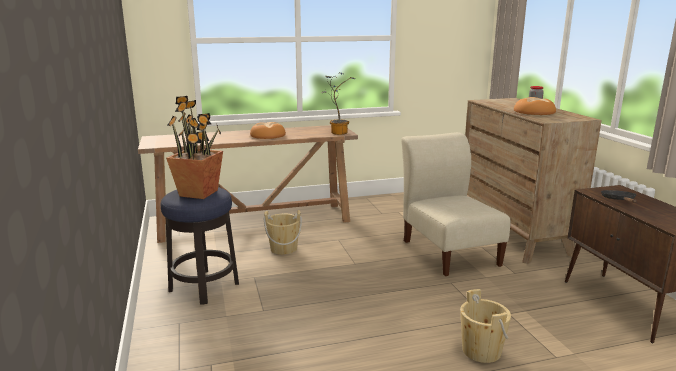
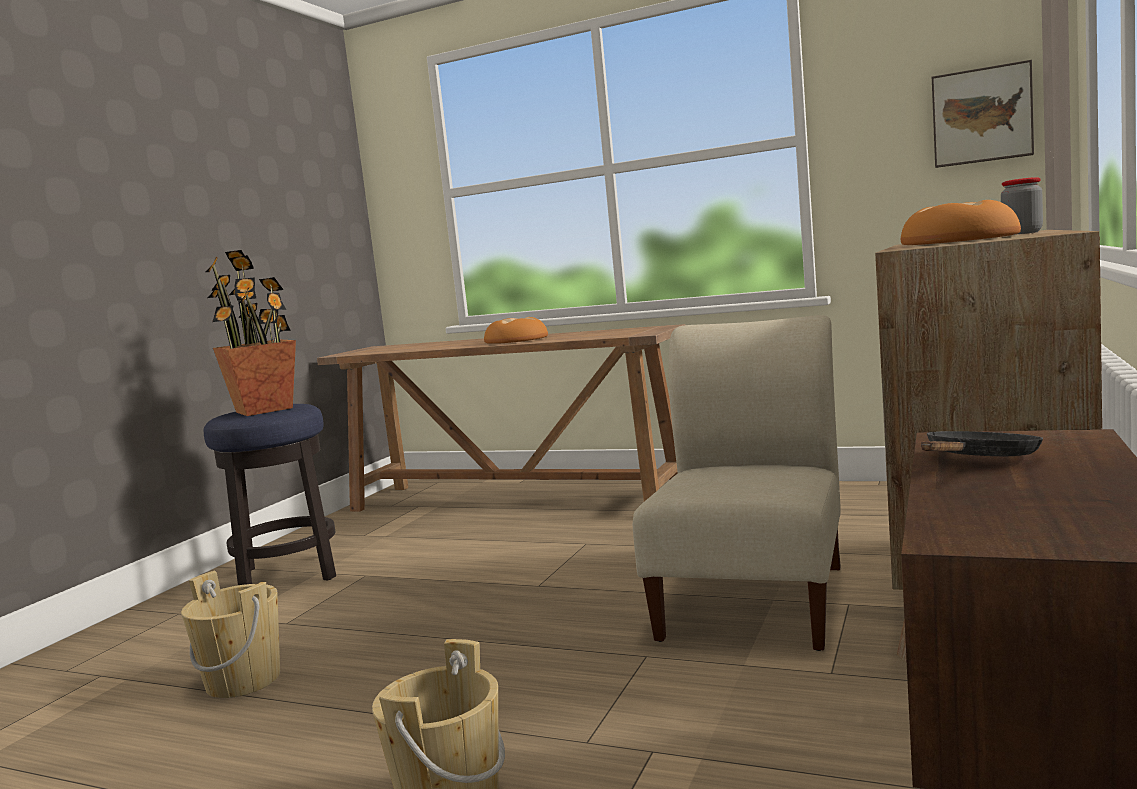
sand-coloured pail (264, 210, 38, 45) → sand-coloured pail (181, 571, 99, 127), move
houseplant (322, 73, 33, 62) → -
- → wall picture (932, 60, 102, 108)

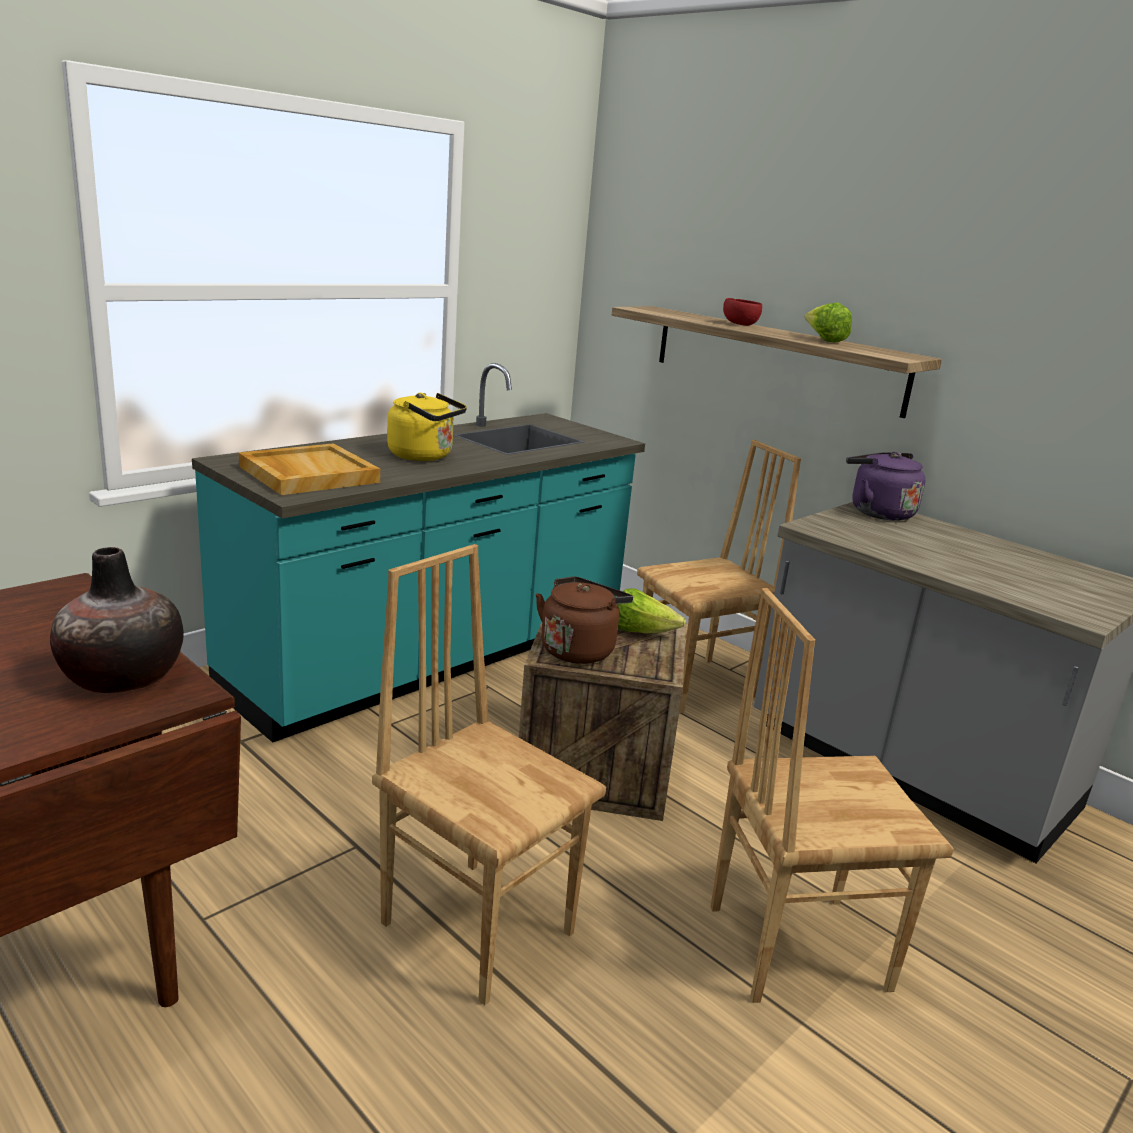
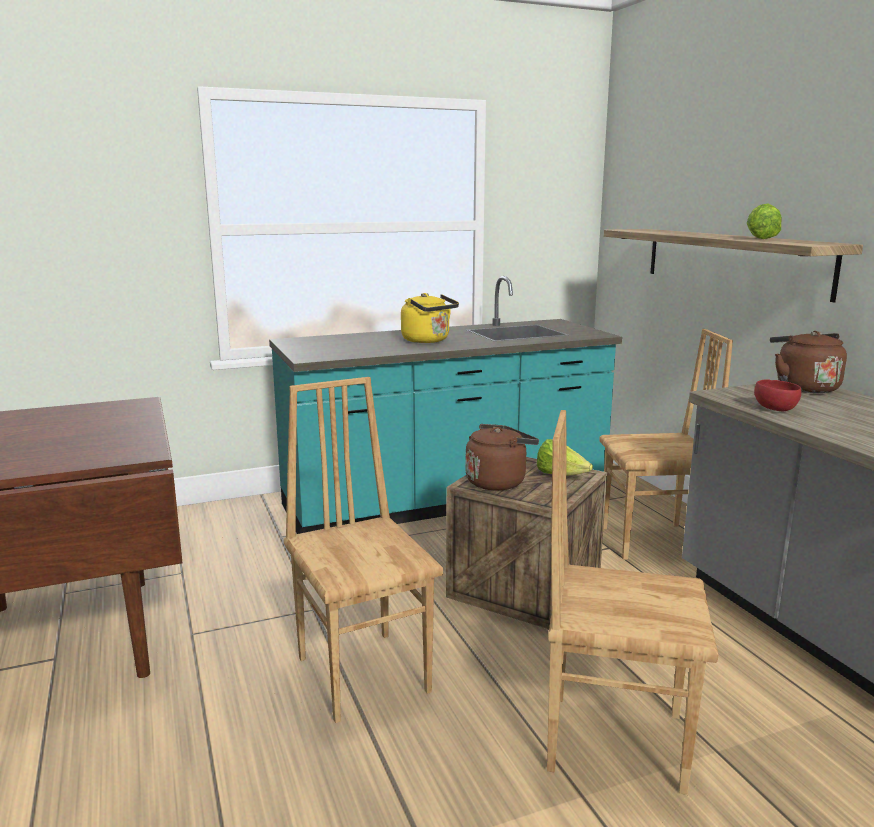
decorative vase (50, 547, 134, 146) → -
sand-coloured serving tray (238, 443, 142, 52) → -
red deep dish (723, 298, 39, 28) → red deep dish (754, 379, 47, 33), move
purple-coloured kettle (846, 452, 79, 69) → brownish kettle (770, 331, 77, 62)

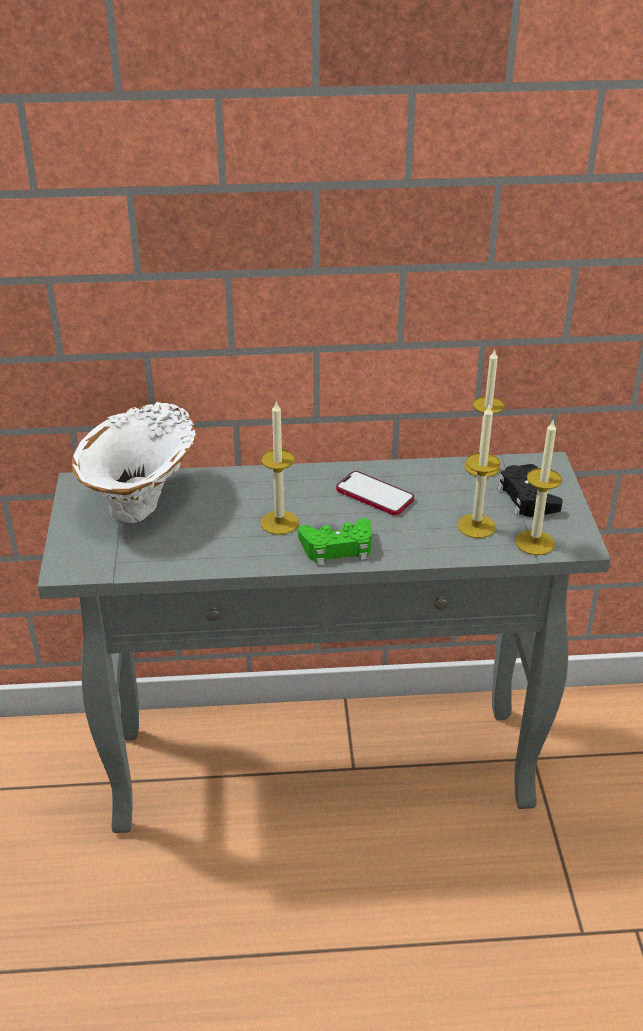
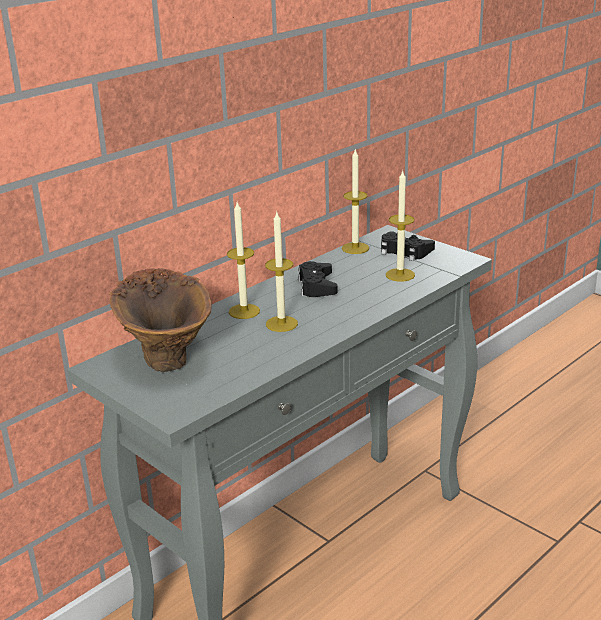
white decorative vase (72, 402, 125, 121) → brownish decorative vase (110, 268, 102, 104)
green-coloured game controller (298, 518, 74, 48) → -
handset (336, 471, 78, 44) → blackish game controller (298, 261, 40, 36)
wax candle (515, 421, 47, 134) → wax candle (227, 202, 33, 117), move

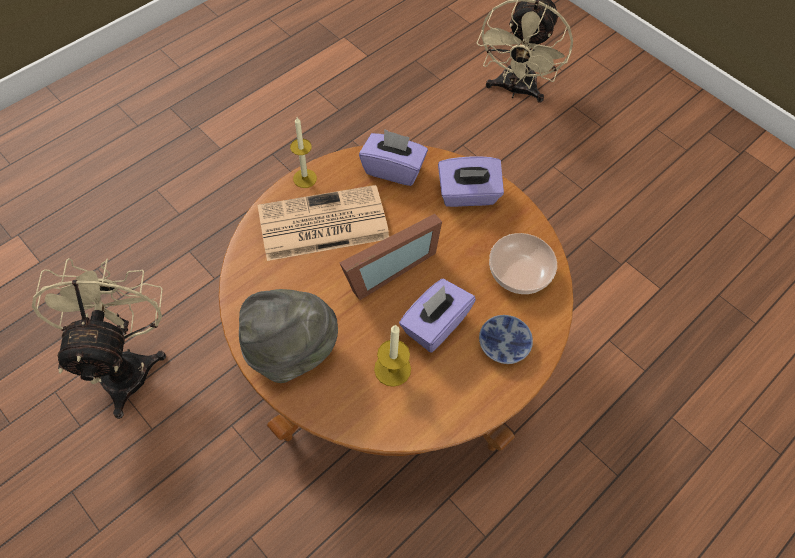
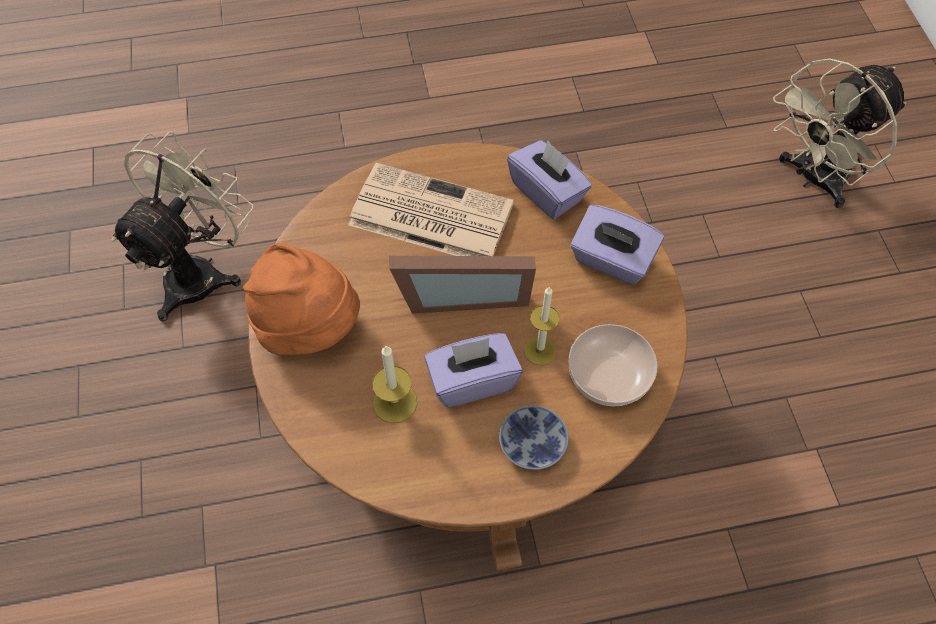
gray hat (239, 289, 99, 94) → orange-coloured hat (243, 243, 117, 112)
wax candle (290, 117, 27, 71) → wax candle (524, 286, 36, 79), move

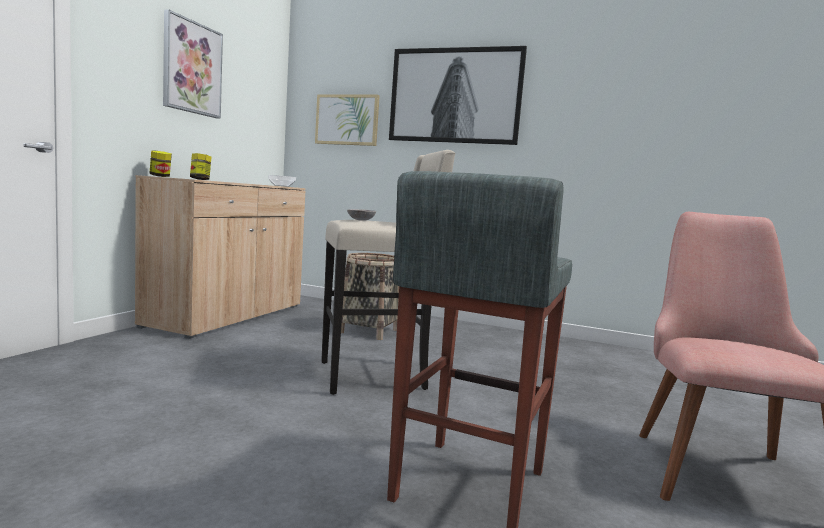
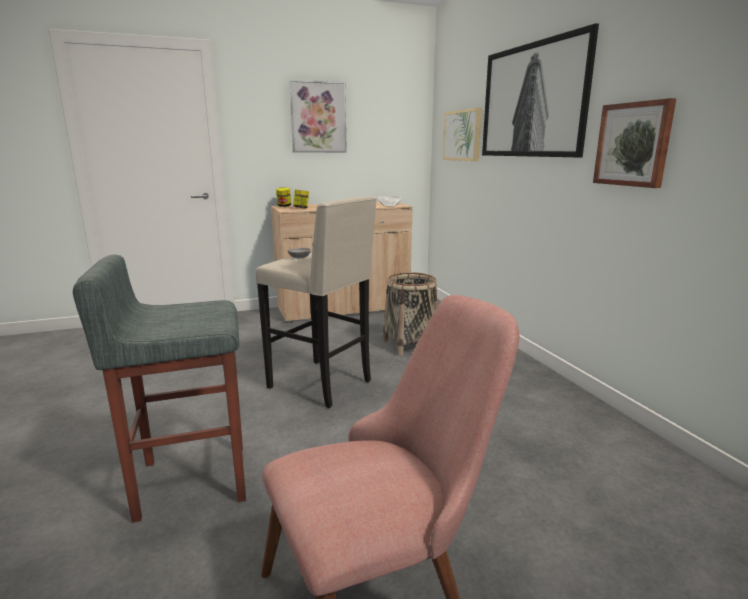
- → wall picture (593, 98, 83, 90)

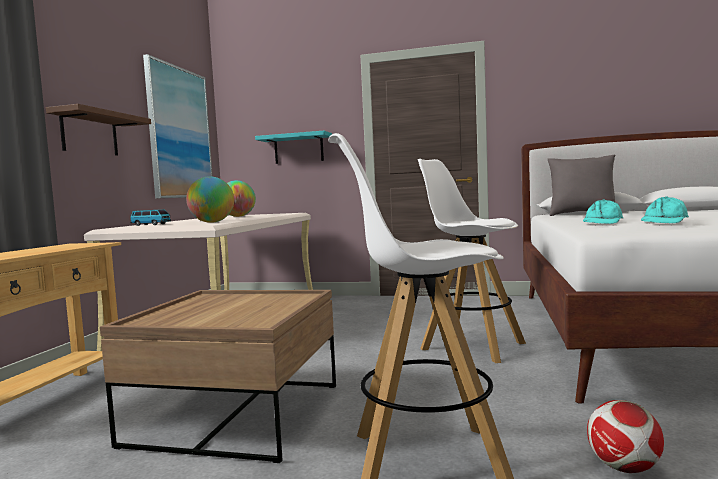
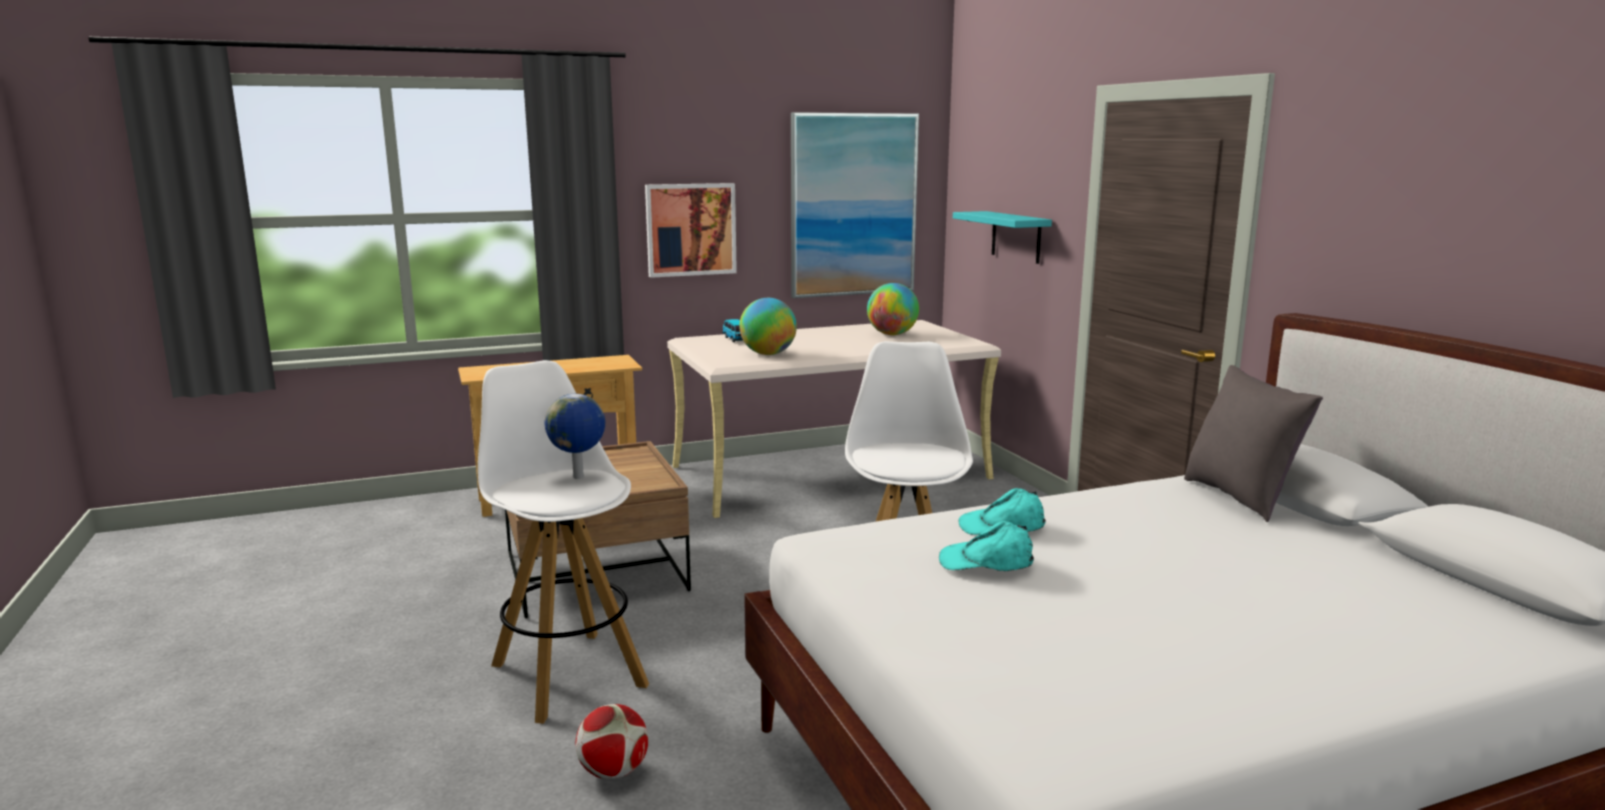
brownish shelf (46, 104, 105, 51) → wall picture (645, 183, 92, 95)
- → world globe (545, 394, 60, 85)

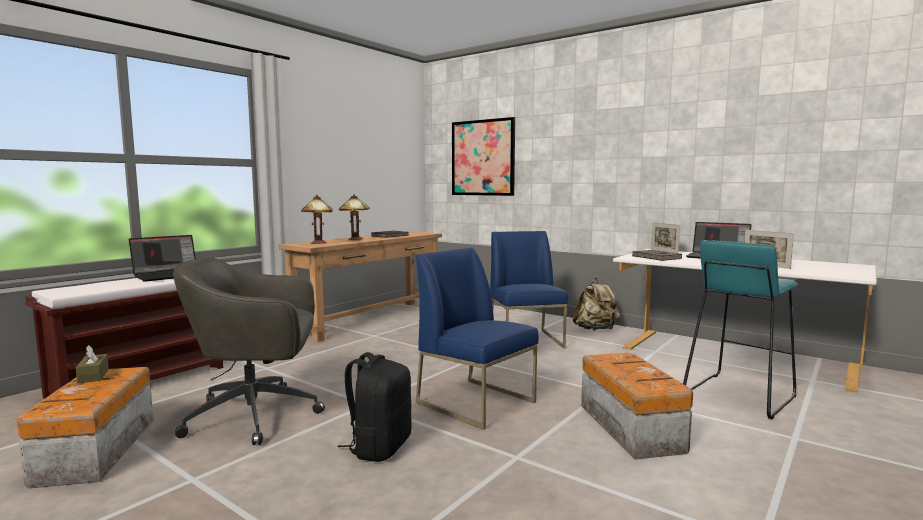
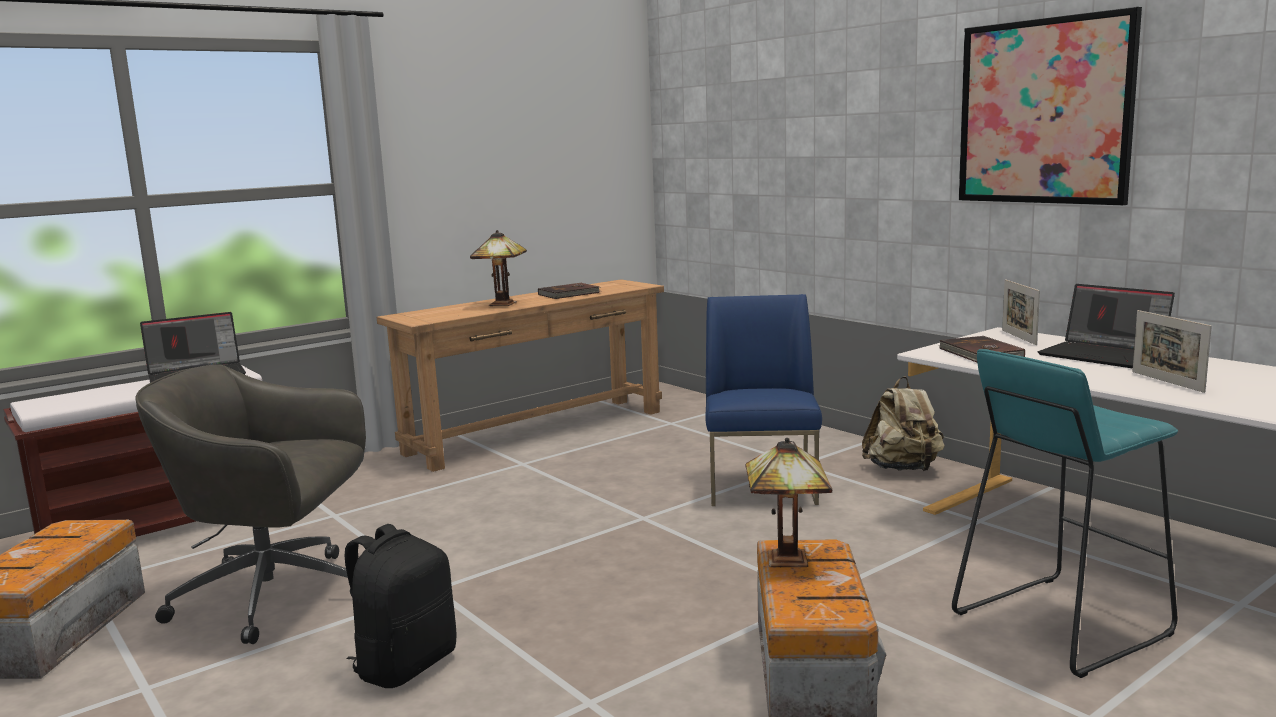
brownish box of tissues (76, 345, 33, 38) → -
lamp for a table (301, 195, 32, 49) → lamp for a table (746, 438, 86, 130), move
bluish upright chair (416, 248, 123, 182) → -
wall picture (452, 117, 63, 79) → wall picture (959, 7, 183, 198), move

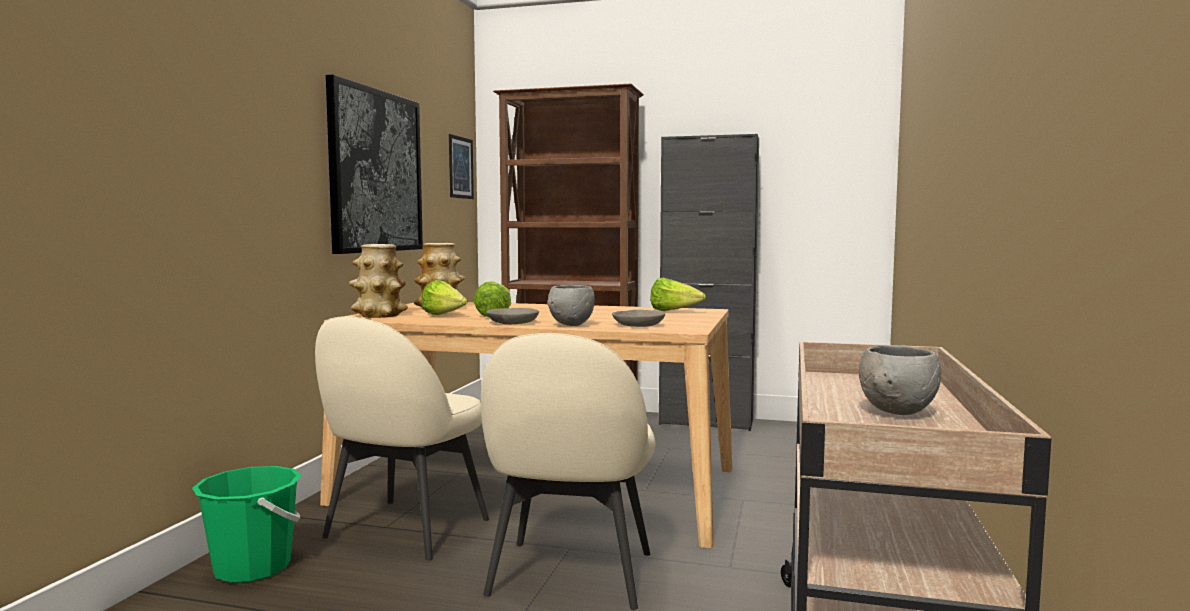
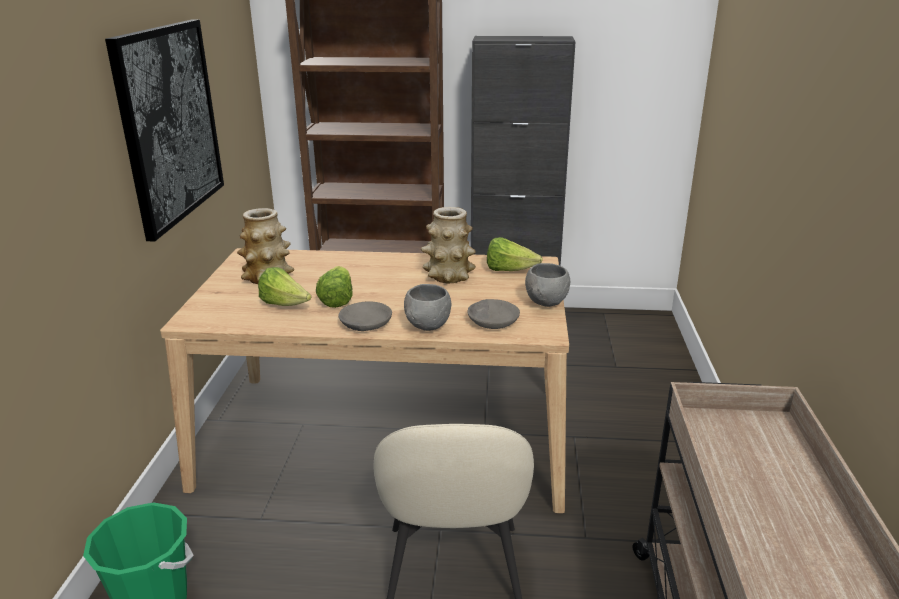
sand-coloured upright chair (315, 316, 174, 244) → -
decorative vase (349, 244, 59, 74) → decorative vase (421, 207, 55, 76), move
wall picture (449, 134, 25, 65) → -
gray deep dish (858, 345, 83, 70) → gray deep dish (525, 263, 45, 44), move

